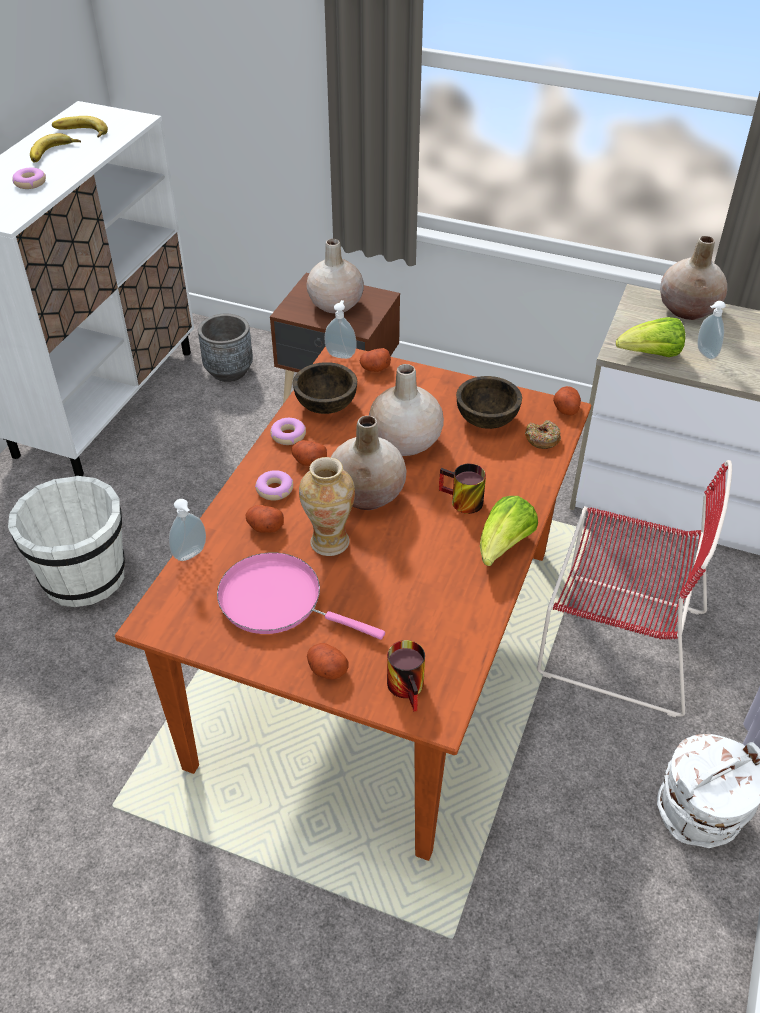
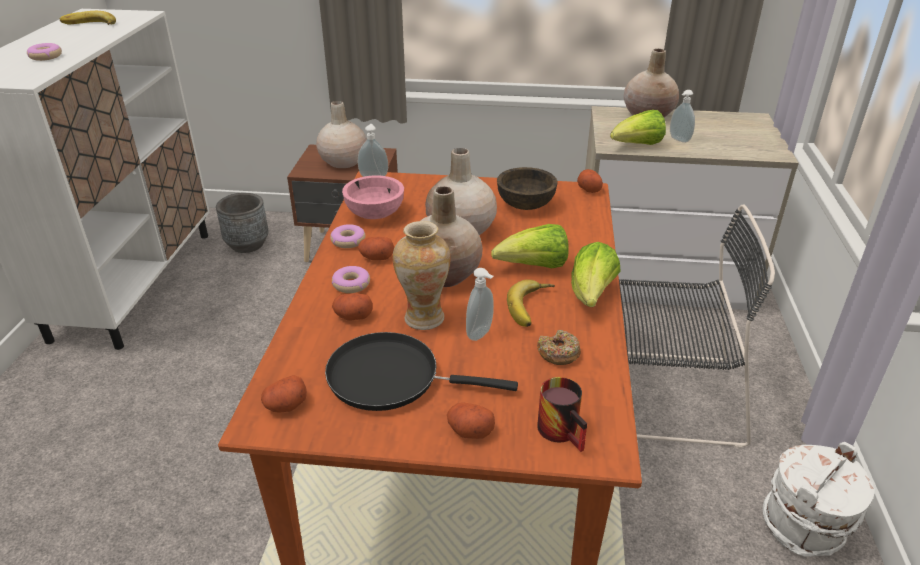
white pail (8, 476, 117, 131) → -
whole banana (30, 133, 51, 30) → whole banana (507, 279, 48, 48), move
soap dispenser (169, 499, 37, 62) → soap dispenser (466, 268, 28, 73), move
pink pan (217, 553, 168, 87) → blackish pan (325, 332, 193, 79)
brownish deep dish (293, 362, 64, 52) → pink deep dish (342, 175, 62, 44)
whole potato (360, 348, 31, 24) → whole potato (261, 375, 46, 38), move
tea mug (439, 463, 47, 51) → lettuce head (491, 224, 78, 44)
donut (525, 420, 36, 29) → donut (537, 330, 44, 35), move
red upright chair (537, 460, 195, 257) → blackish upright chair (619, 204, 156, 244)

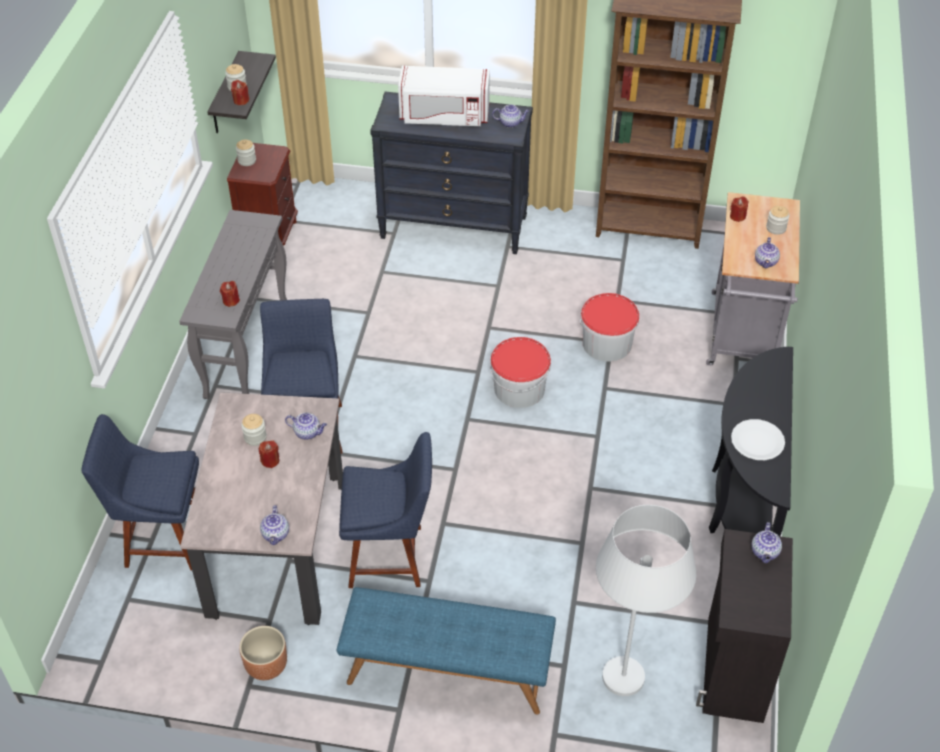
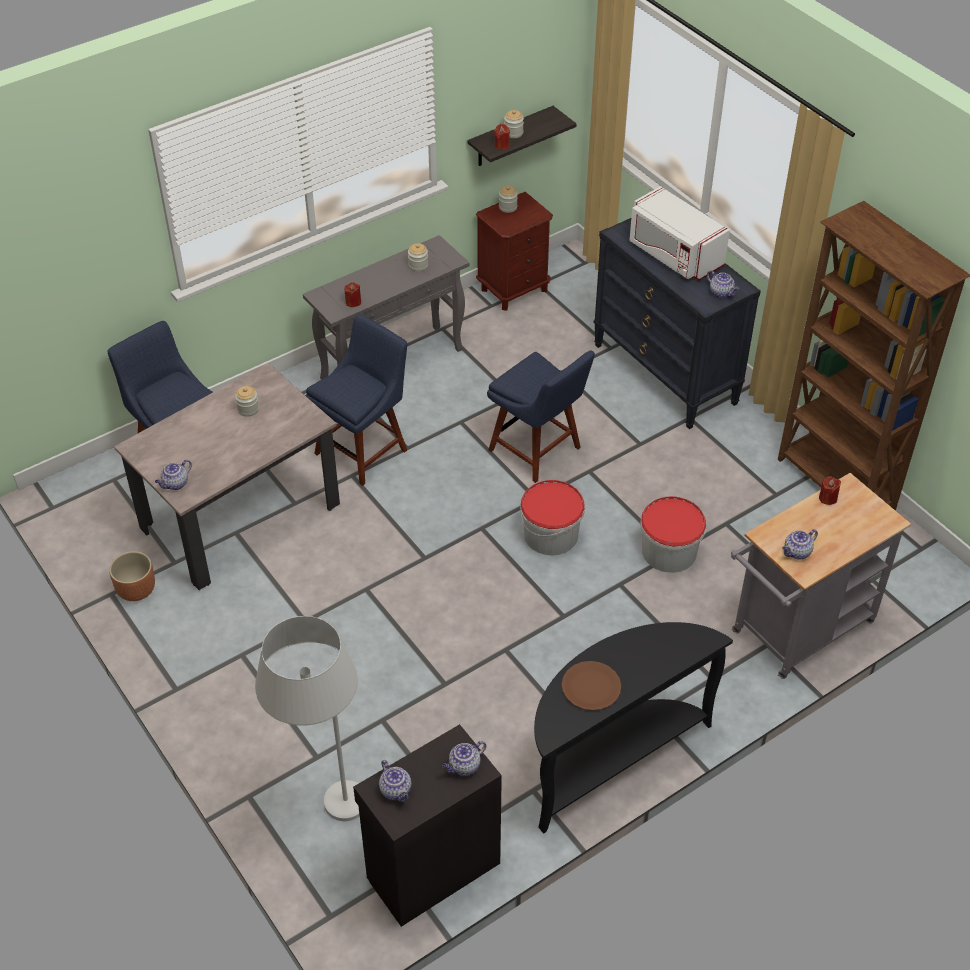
red wax candle (259, 440, 20, 28) → -
tea pot (285, 412, 42, 28) → tea pot (379, 760, 33, 42), move
bluish indoor bench (337, 587, 219, 128) → -
bluish upright chair (339, 432, 93, 156) → bluish upright chair (487, 351, 108, 132), move
white flat dish (731, 419, 54, 41) → brownish flat dish (562, 661, 59, 50)
storage jar (766, 206, 24, 29) → storage jar (408, 243, 20, 29), move

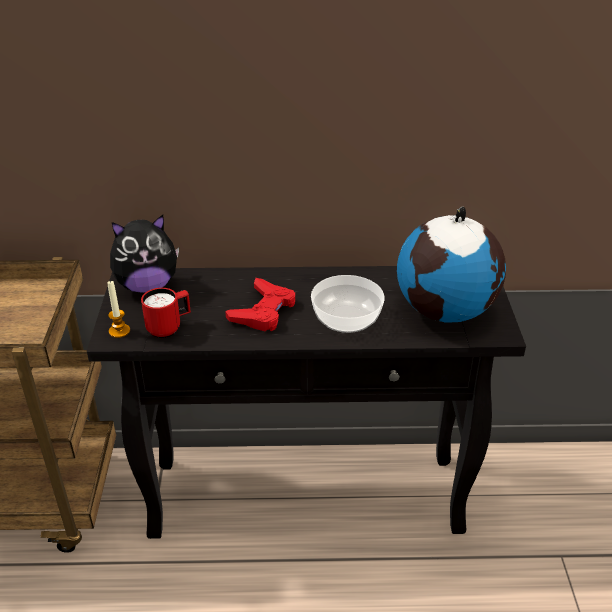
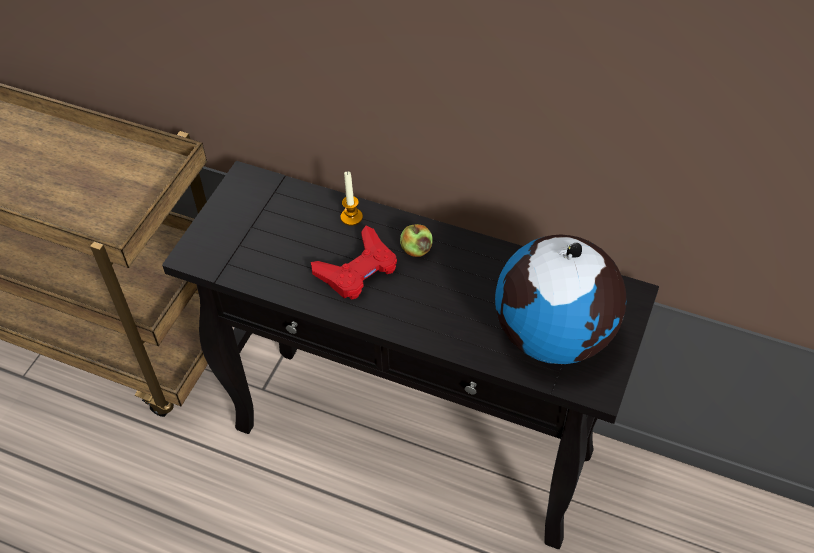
wax candle (107, 281, 23, 57) → wax candle (341, 171, 22, 55), move
plush toy (110, 215, 69, 78) → -
red tea mug (141, 288, 50, 50) → -
deep dish (311, 275, 74, 58) → -
- → apple fruit (400, 224, 33, 33)

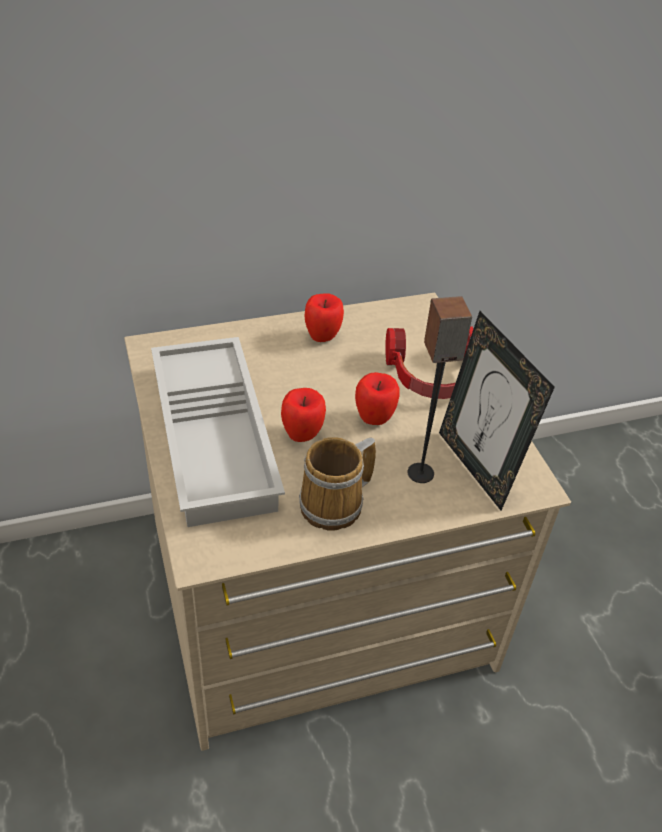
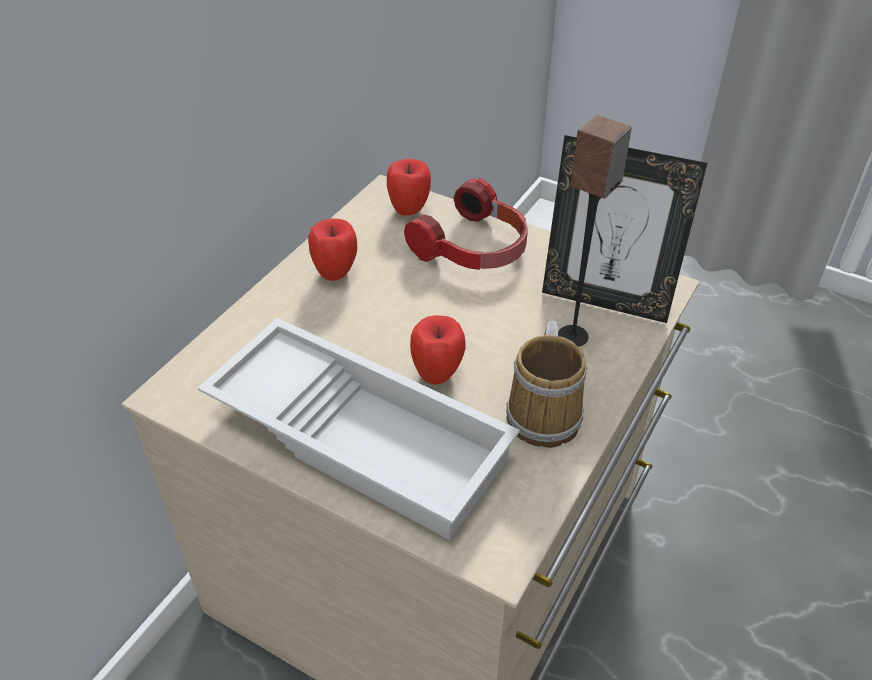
apple fruit (355, 372, 45, 53) → apple fruit (387, 158, 44, 57), move

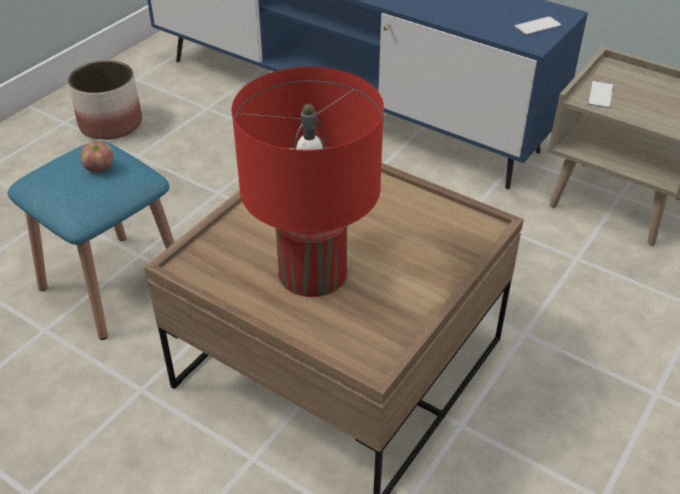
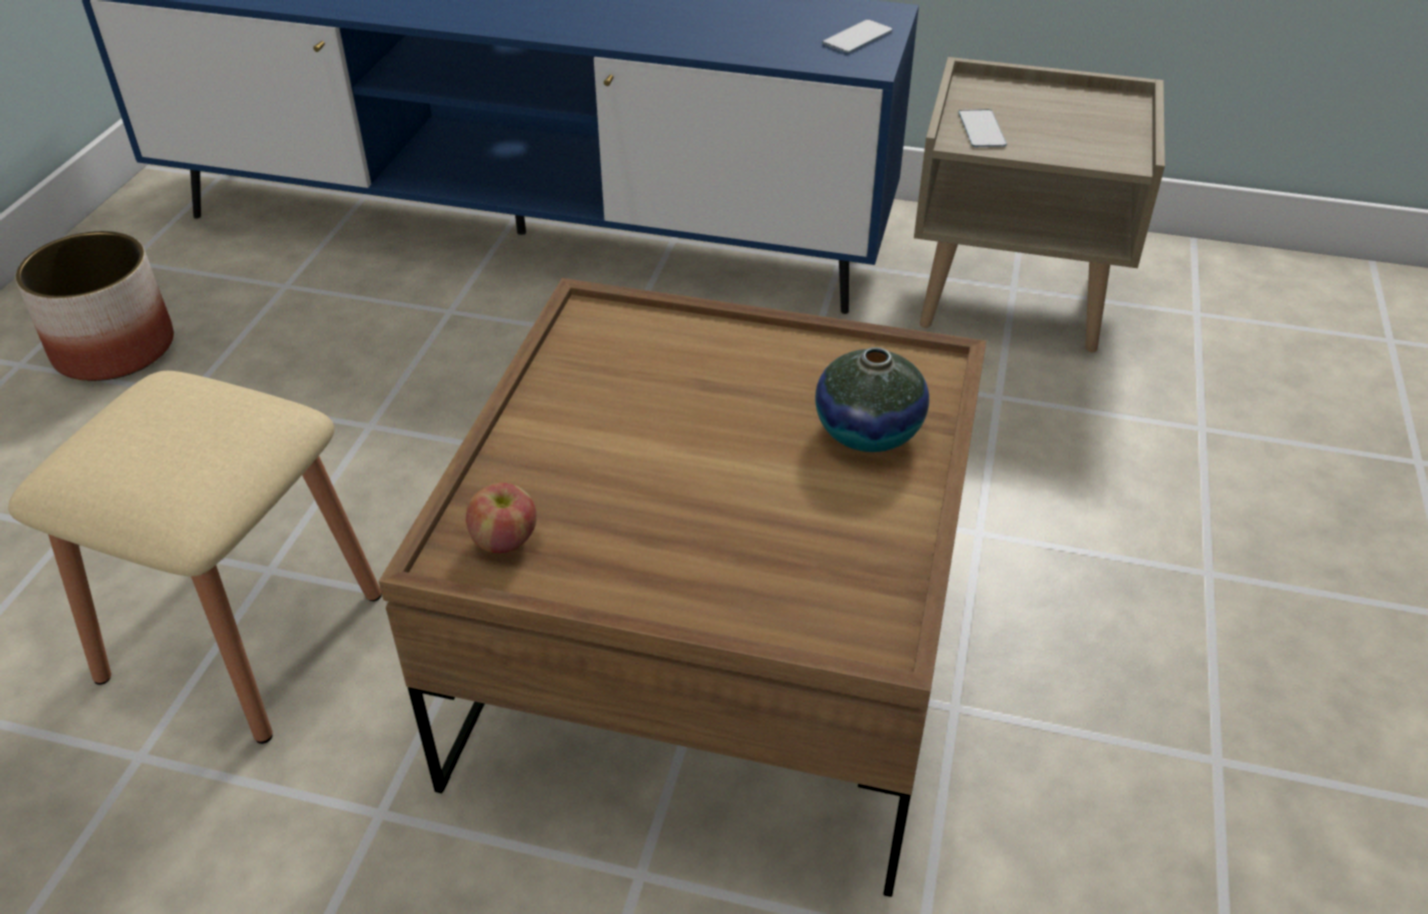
bluish stool (8, 140, 167, 200) → sand-coloured stool (8, 371, 374, 373)
apple fruit (80, 141, 33, 32) → apple fruit (466, 483, 71, 70), move
red lamp for a table (232, 67, 152, 230) → -
- → decorative vase (815, 347, 114, 105)

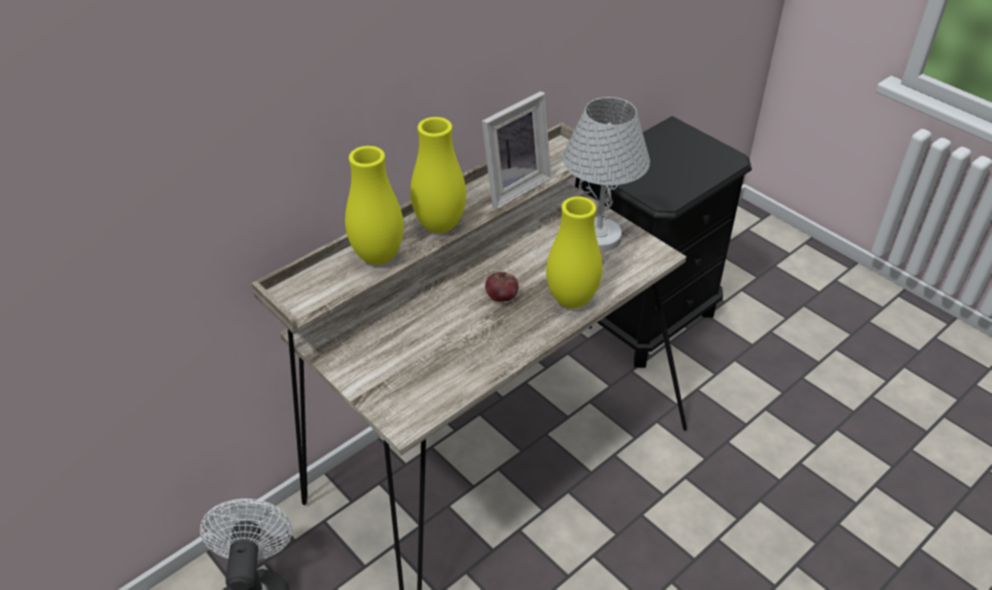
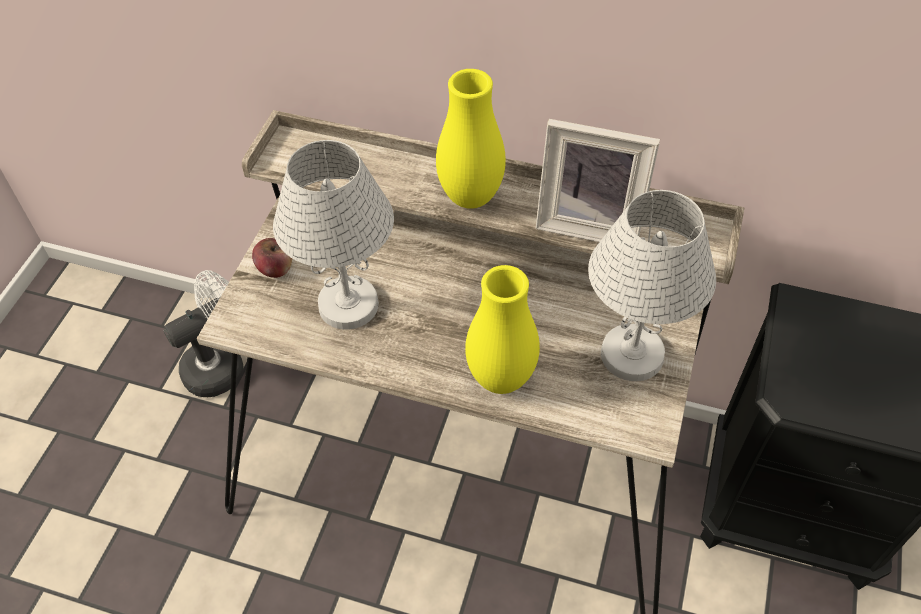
yellow decorative vase (345, 146, 59, 119) → -
apple fruit (485, 272, 34, 30) → apple fruit (252, 238, 40, 40), move
- → white lamp for a table (273, 140, 121, 190)

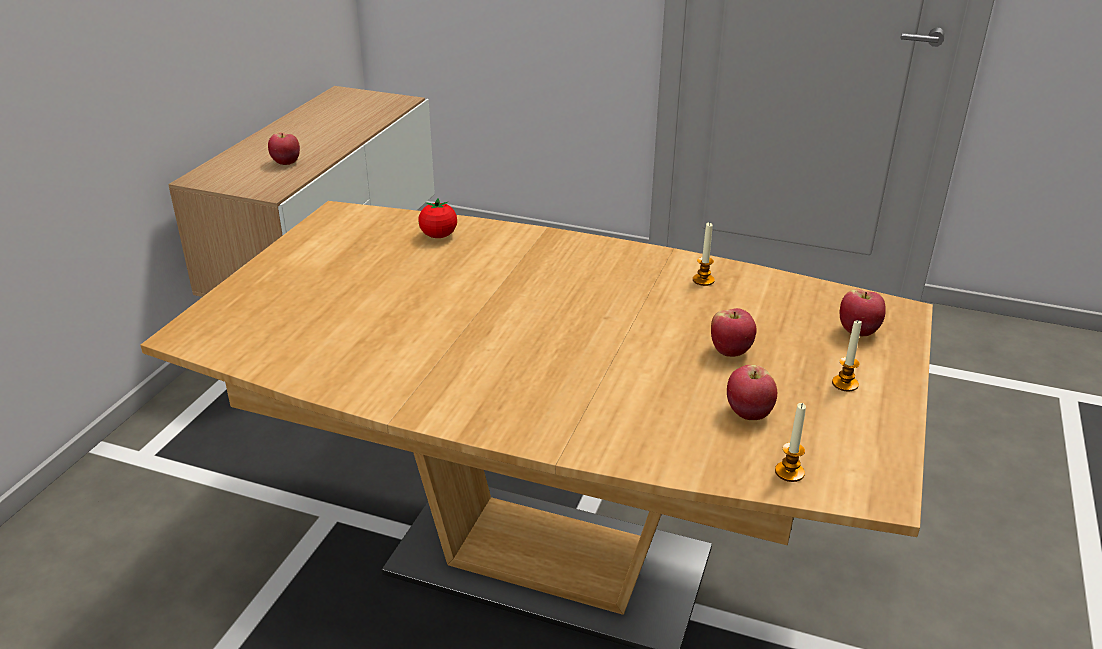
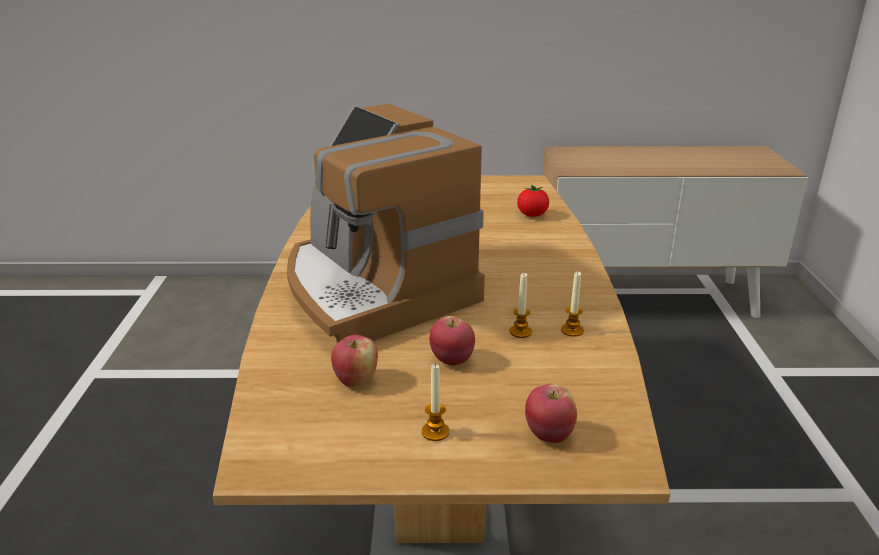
apple fruit (268, 132, 32, 33) → -
wax candle (775, 403, 31, 79) → wax candle (509, 273, 23, 65), move
- → coffee maker (287, 104, 198, 239)

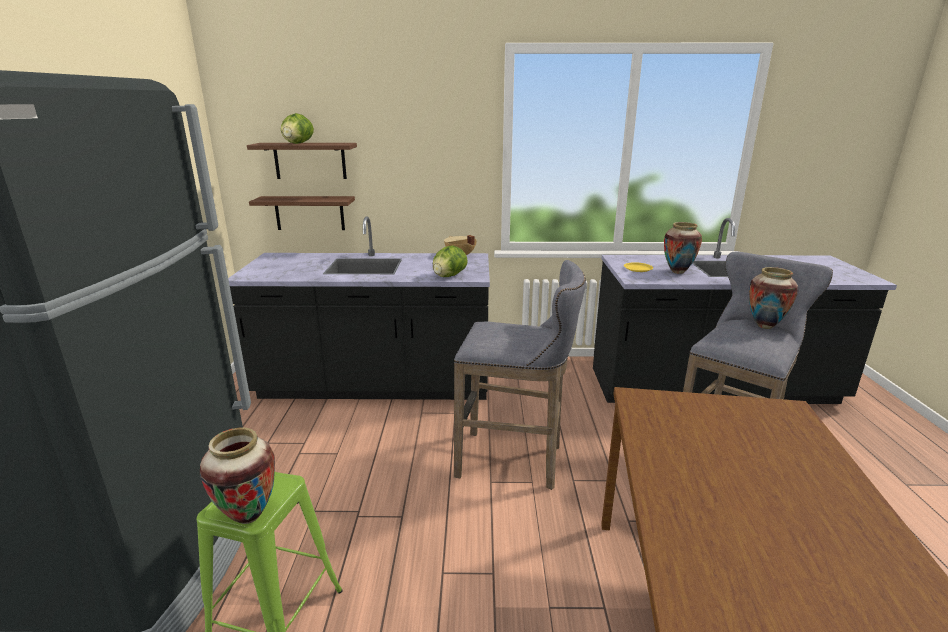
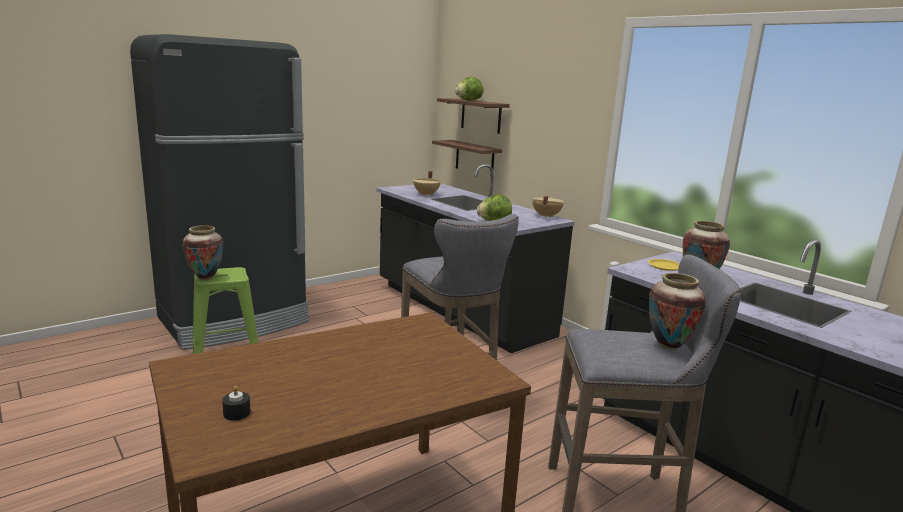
- → blackish wax candle (222, 386, 29, 35)
- → sand-coloured saucepot (413, 171, 28, 25)

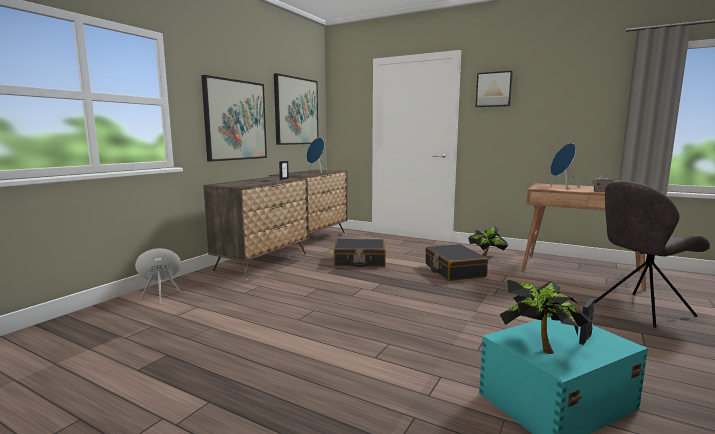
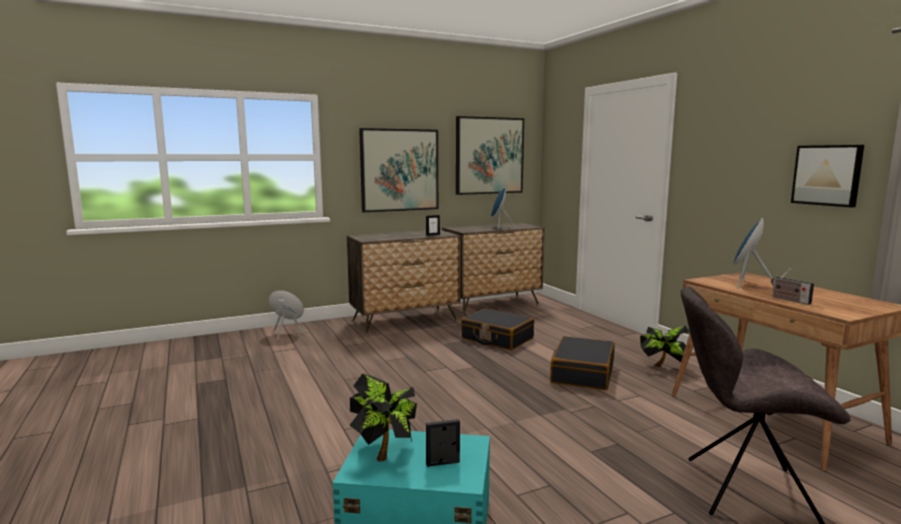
wall picture (476, 71, 37, 36) → wall picture (791, 145, 73, 62), move

